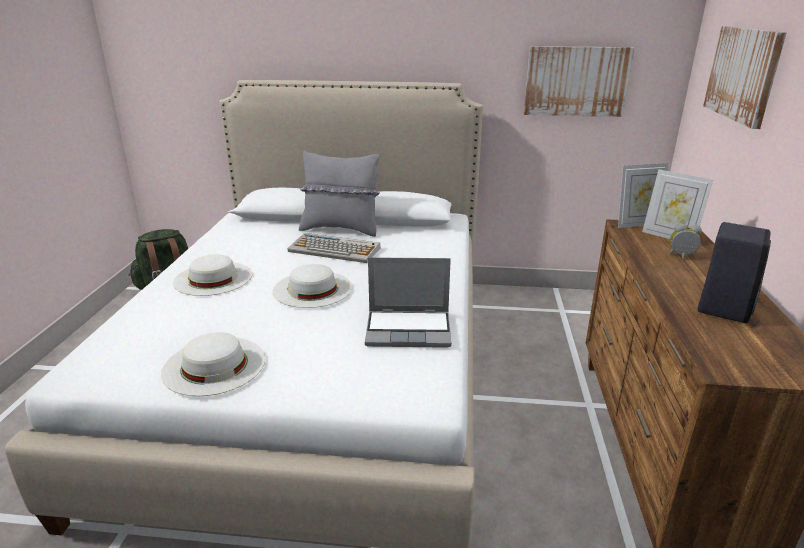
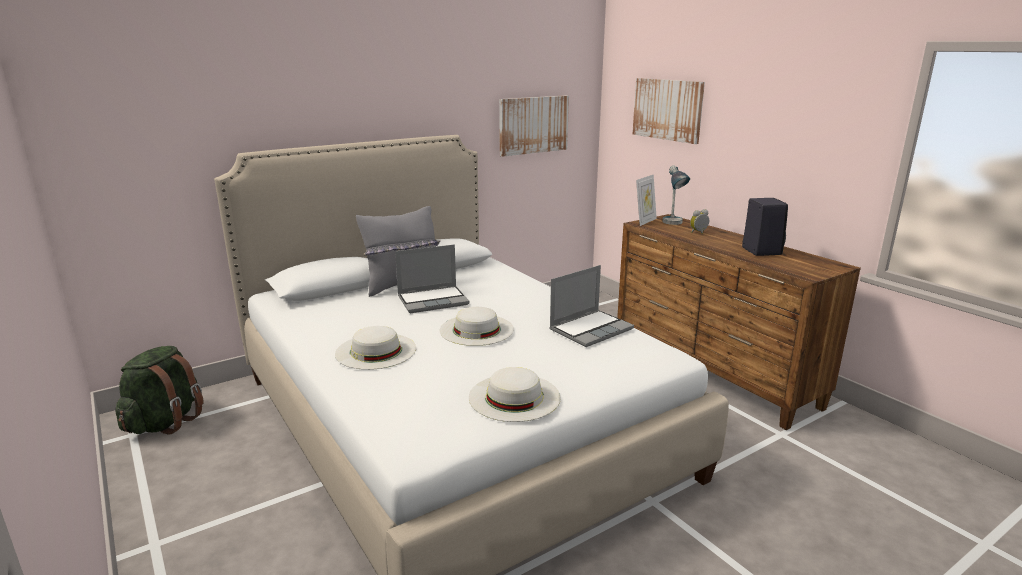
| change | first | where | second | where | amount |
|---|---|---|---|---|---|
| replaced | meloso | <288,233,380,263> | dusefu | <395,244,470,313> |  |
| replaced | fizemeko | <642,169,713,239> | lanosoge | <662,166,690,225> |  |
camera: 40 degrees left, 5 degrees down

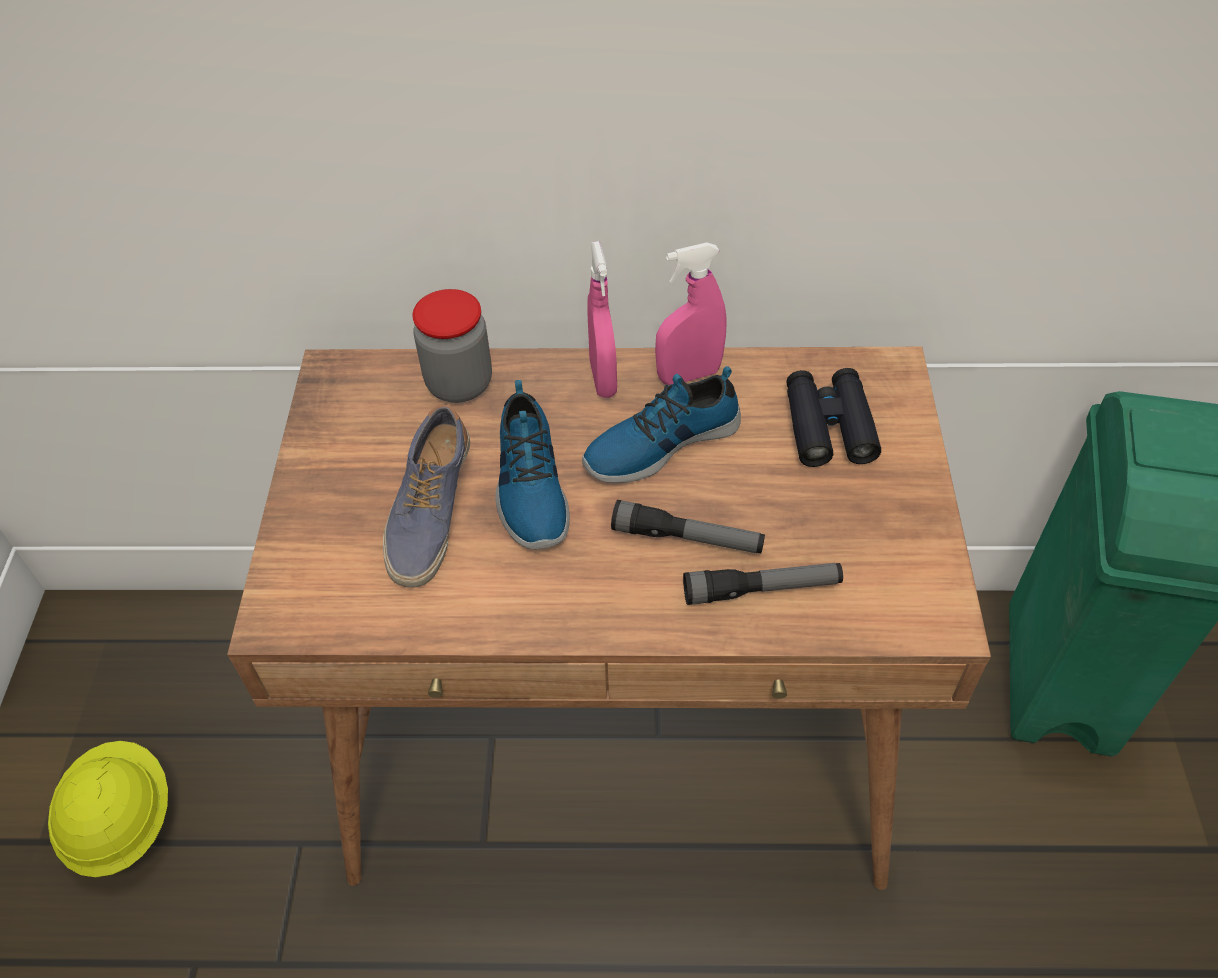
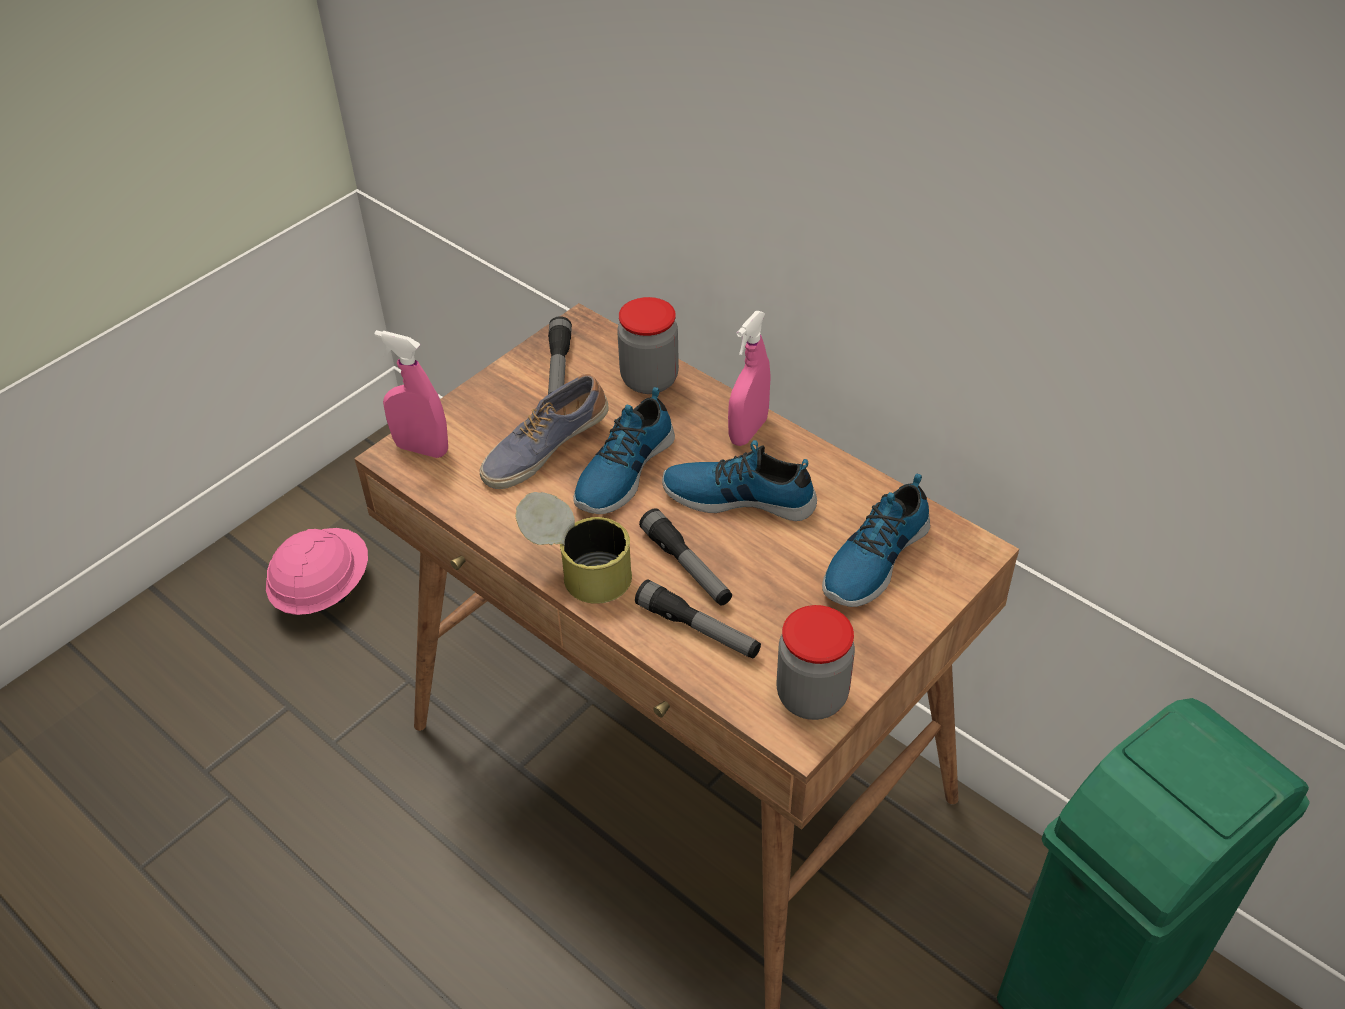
| change | first | where | second | where | amount |
|---|---|---|---|---|---|
| recoloured | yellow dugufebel | <48,741,168,877> | pink dugufebel | <266,528,368,615> |  |
| moved | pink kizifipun | <655,242,727,385> |  | <374,330,448,458> |  |
| added |  |  | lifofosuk | <515,492,632,604> |  |
| added |  |  | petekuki | <548,316,572,395> |  |
| added |  |  | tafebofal | <776,605,855,720> |  |
| replaced | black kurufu | <786,368,881,467> | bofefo | <822,473,930,607> |  |
camera: 40 degrees right, 5 degrees down

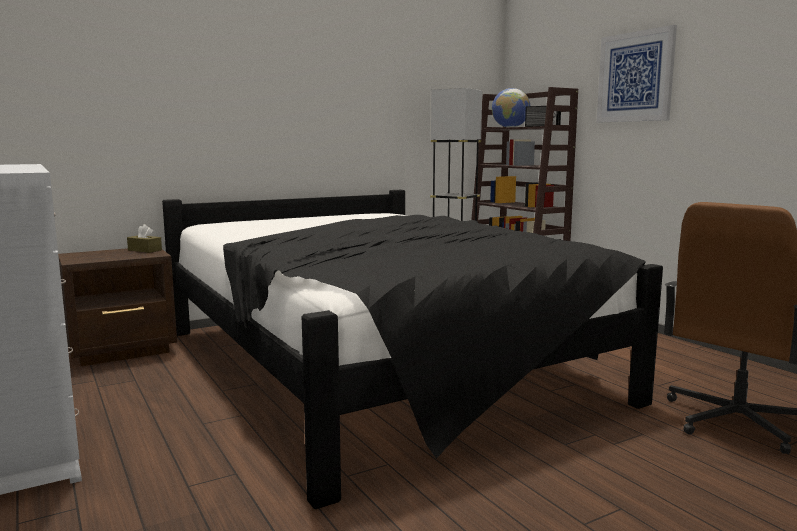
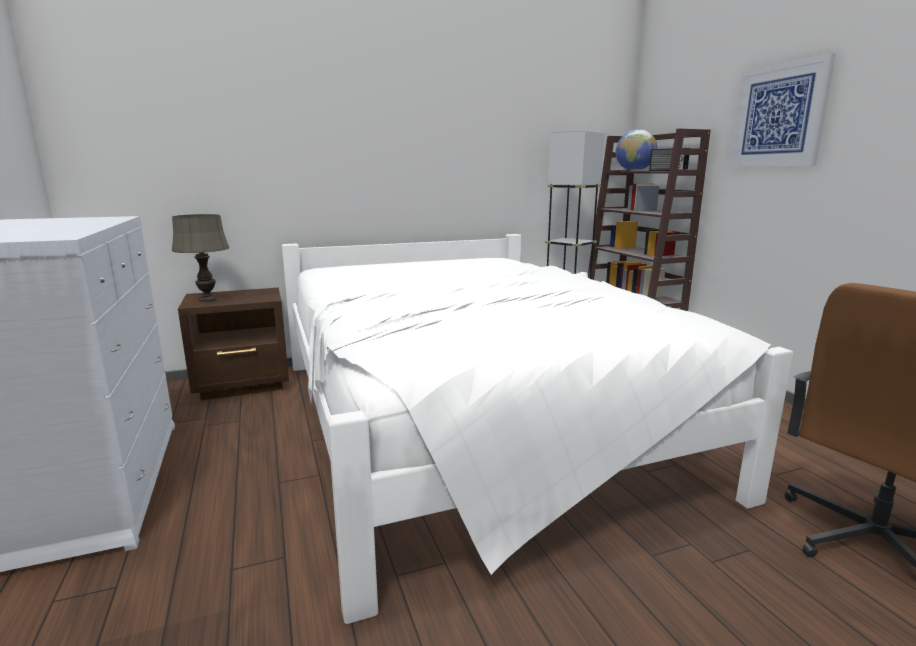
| change | first | where | second | where | amount |
|---|---|---|---|---|---|
| added |  |  | grey lanosoge | <172,214,229,302> |  |
| recoloured | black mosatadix | <162,190,663,509> | white mosatadix | <282,234,793,624> |  |
| removed | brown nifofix | <127,224,162,253> |  |  |  |
camera: 10 degrees right, 5 degrees up

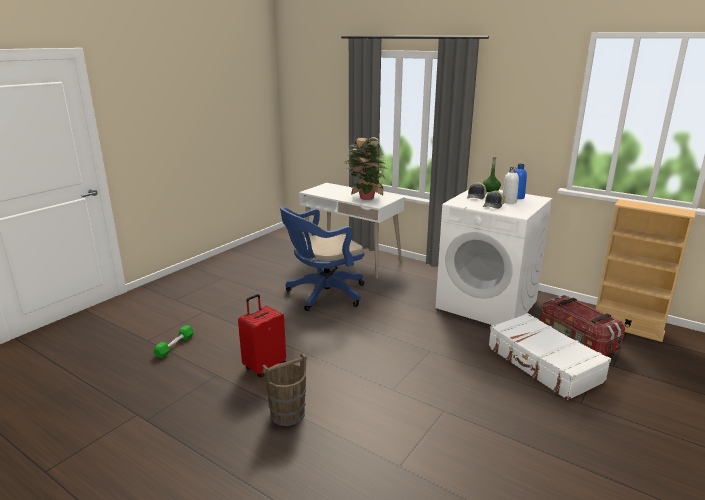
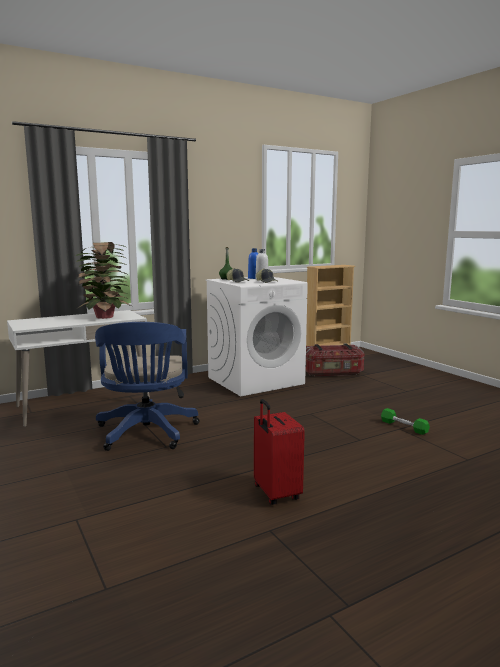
| change | first | where | second | where | amount |
|---|---|---|---|---|---|
| moved | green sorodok | <154,325,194,358> |  | <381,408,430,435> |  |
| removed | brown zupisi | <263,352,307,426> |  |  |  |
| removed | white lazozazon | <488,313,611,400> |  |  |  |
camera: 65 degrees left, 10 degrees down

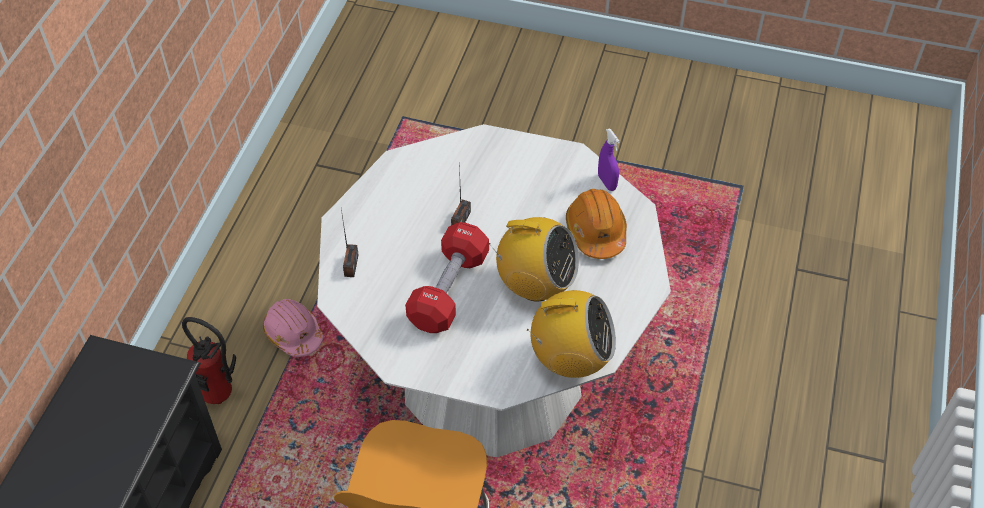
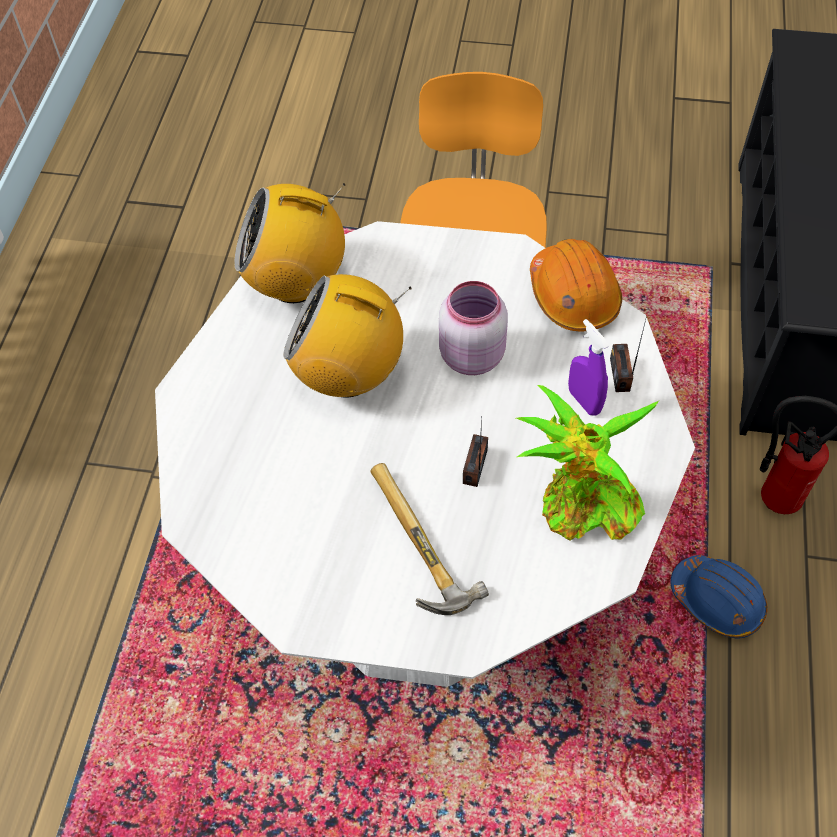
| change | first | where | second | where | amount |
|---|---|---|---|---|---|
| added |  |  | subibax | <370,463,489,615> |  |
| replaced | red sorodok | <405,222,489,333> | pink tafebofal | <439,281,508,375> |  |
| added |  |  | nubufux | <516,385,659,541> |  |
| moved | orange dugufebel | <566,189,627,259> |  | <530,239,622,331> |  |
| moved | purple kizifipun | <598,129,620,191> |  | <568,319,609,416> |  |
| recoloured | pink dugufebel | <263,299,323,357> | blue dugufebel | <671,555,768,639> |  |
camera: 175 degrees right, 5 degrees up

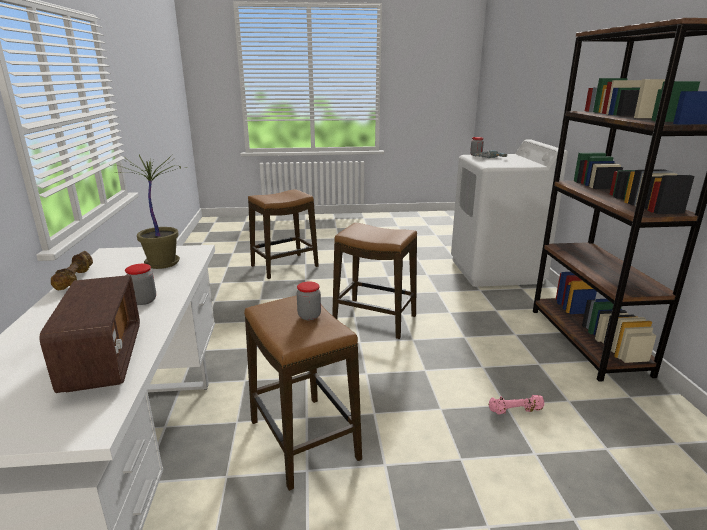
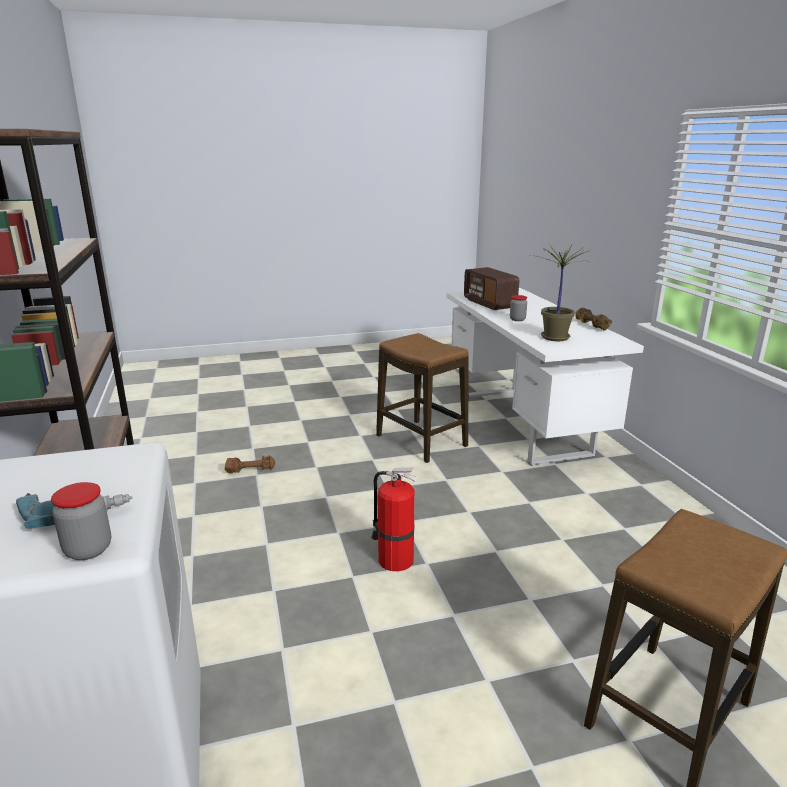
| change | first | where | second | where | amount |
|---|---|---|---|---|---|
| recoloured | pink sorodok | <489,395,545,414> | brown sorodok | <225,455,275,474> |  |
| replaced | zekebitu | <332,223,417,339> | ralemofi | <371,467,418,571> |  |
| removed | tafebofal | <297,281,321,320> |  |  |  |
camera: 170 degrees right, 0 degrees up

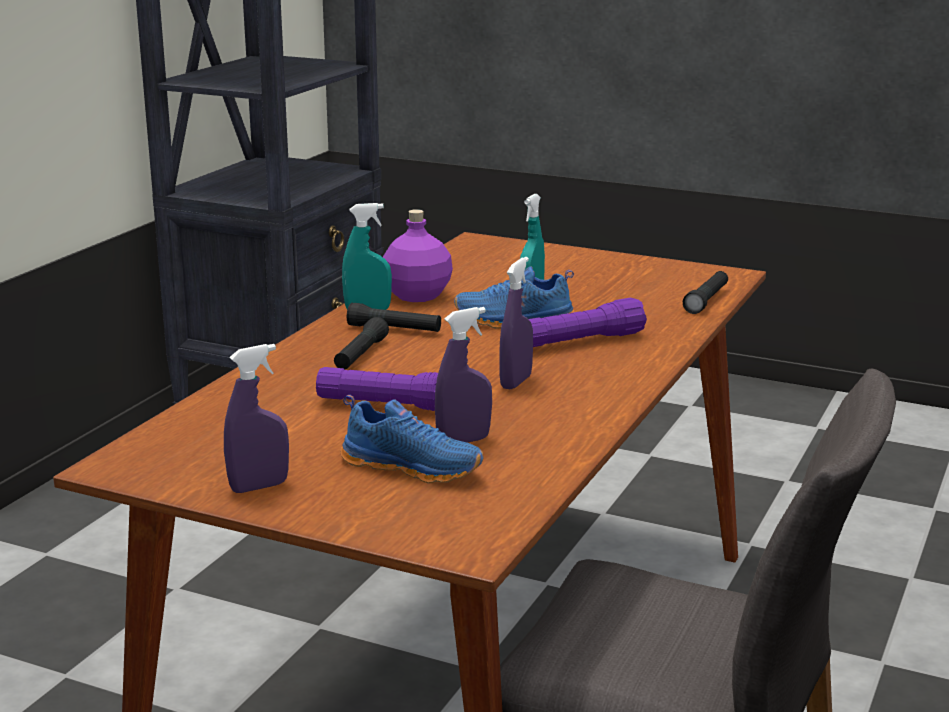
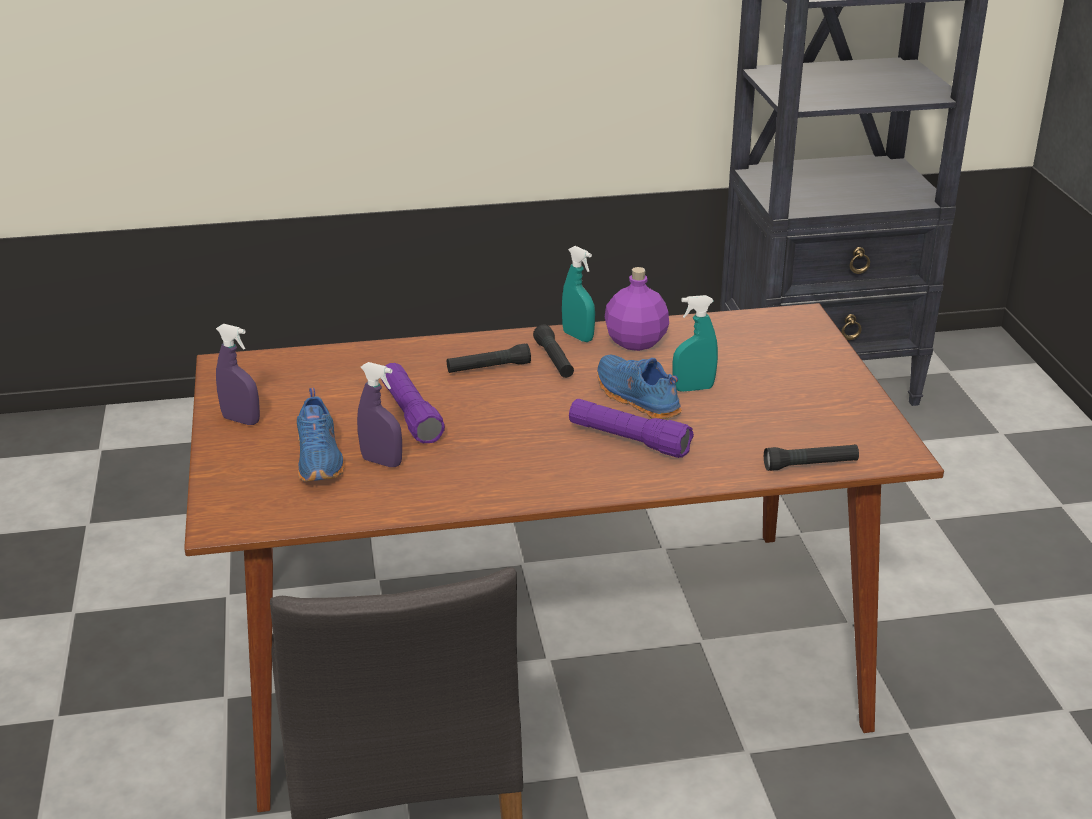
| change | first | where | second | where | amount |
|---|---|---|---|---|---|
| removed | purple kizifipun | <500,257,533,389> |  |  |  |
camera: 55 degrees right, 10 degrees up

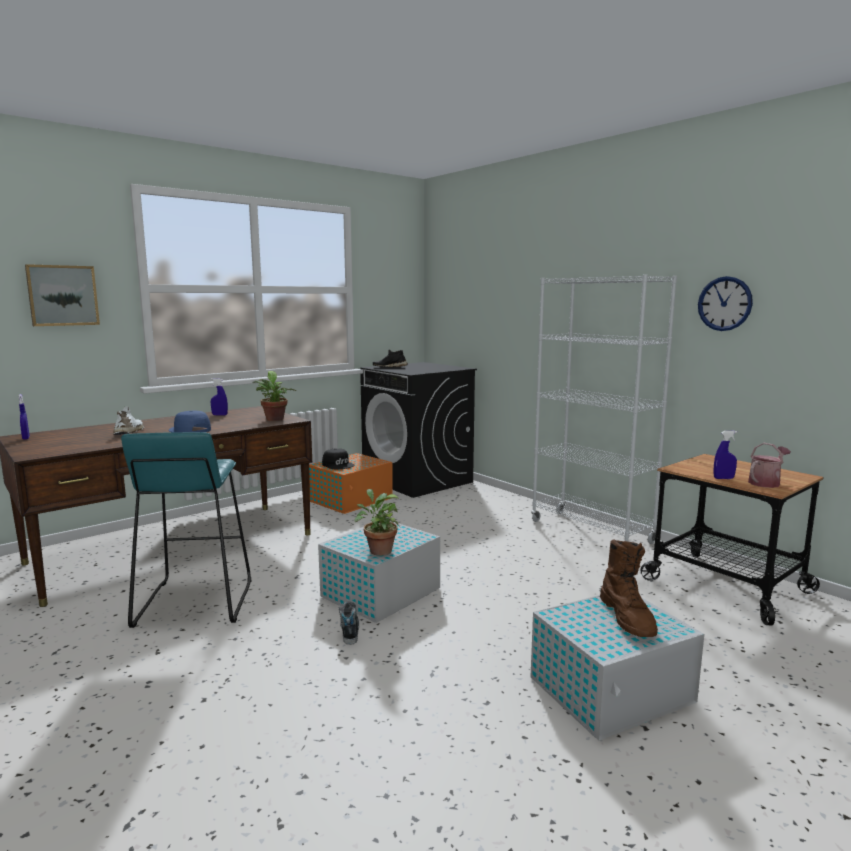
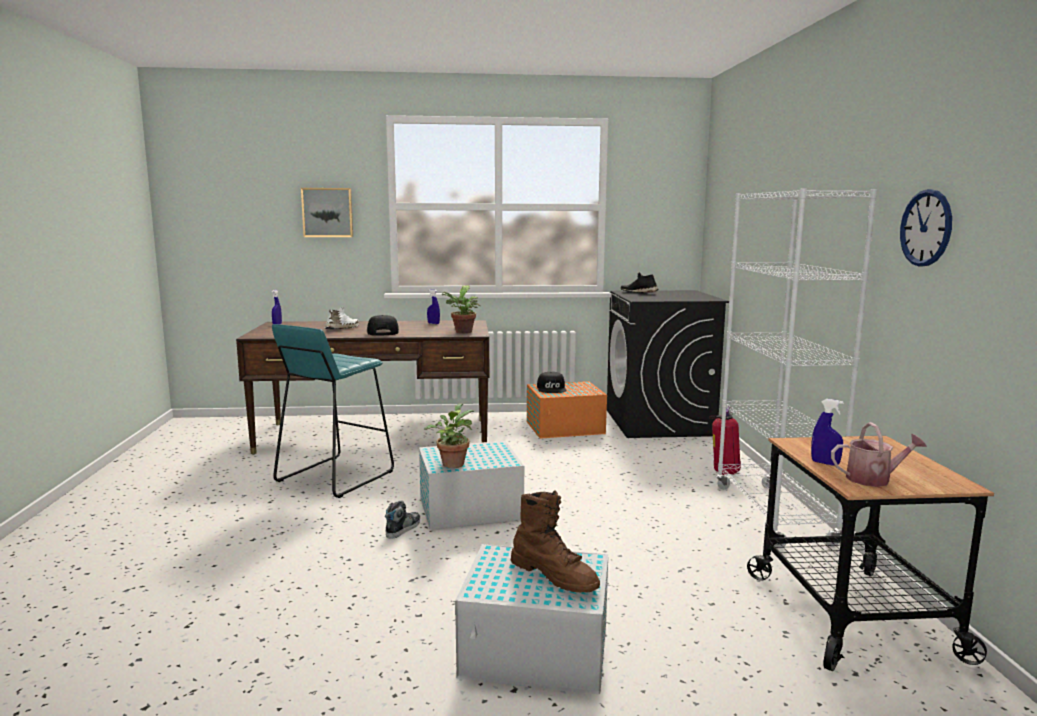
| change | first | where | second | where | amount |
|---|---|---|---|---|---|
| recoloured | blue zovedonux | <169,411,211,432> | black zovedonux | <367,315,399,336> |  |
| turned | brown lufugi | <600,539,658,637> |  | <511,491,600,592> | 75 degrees counterclockwise |
| added |  |  | ralemofi | <709,406,741,475> |  |
camera: 35 degrees right, 0 degrees up

